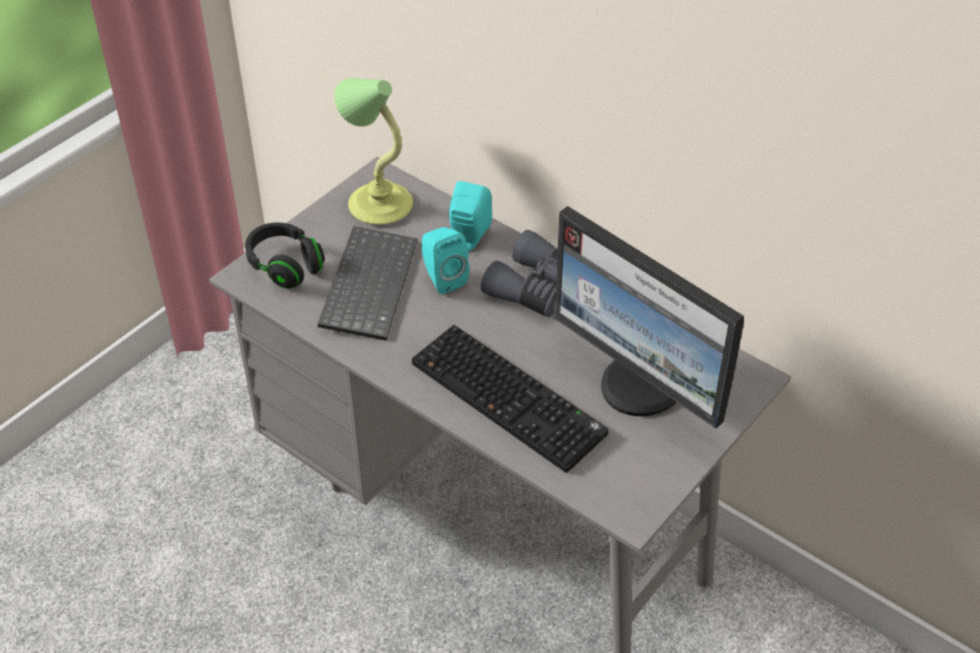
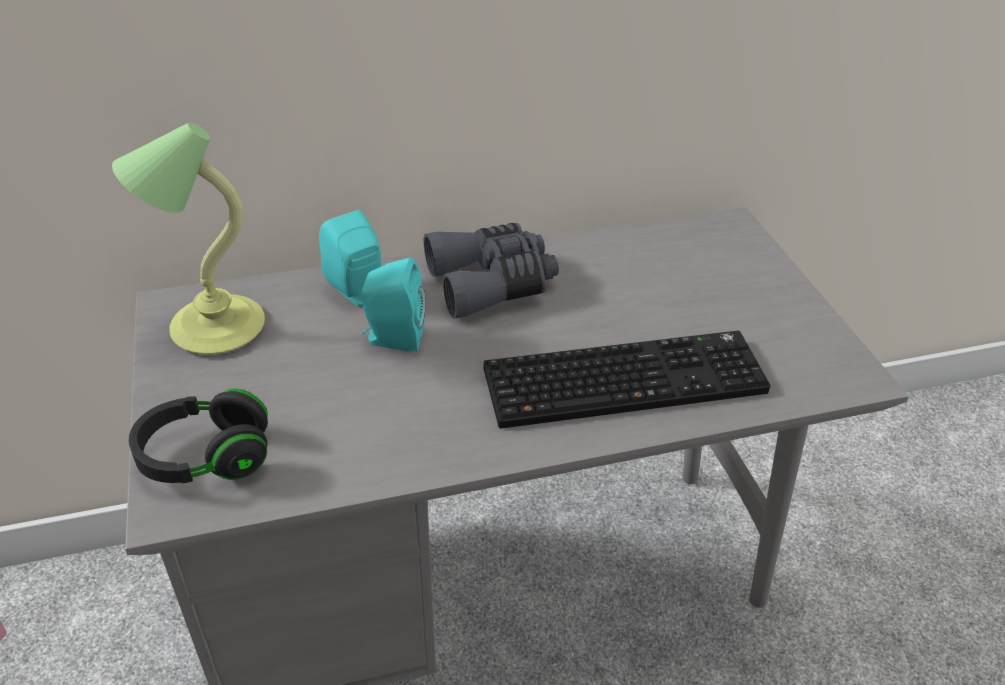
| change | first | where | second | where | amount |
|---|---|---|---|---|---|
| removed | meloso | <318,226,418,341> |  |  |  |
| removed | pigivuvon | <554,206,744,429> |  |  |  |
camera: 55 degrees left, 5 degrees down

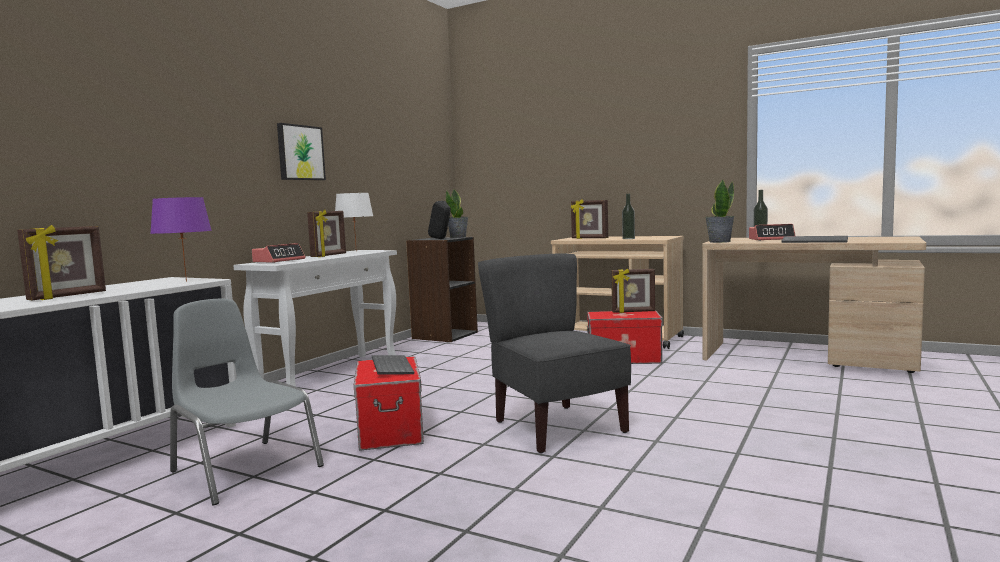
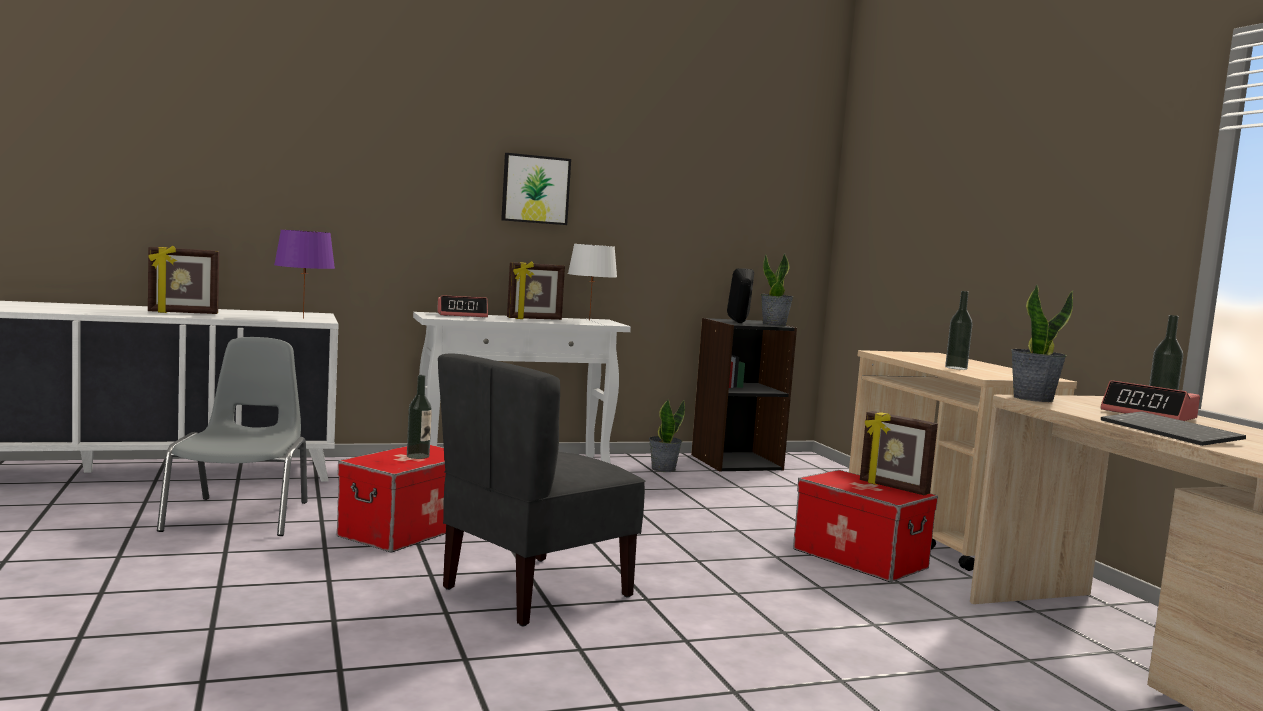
| change | first | where | second | where | amount |
|---|---|---|---|---|---|
| replaced | meloso | <372,355,414,374> | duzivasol | <407,375,432,459> |  |
| turned | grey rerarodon | <478,254,631,454> |  | <438,354,645,626> | 150 degrees counterclockwise |
| added |  |  | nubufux | <649,399,685,472> |  |
| removed | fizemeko | <571,199,608,239> |  |  |  |
camera: 40 degrees right, 0 degrees up

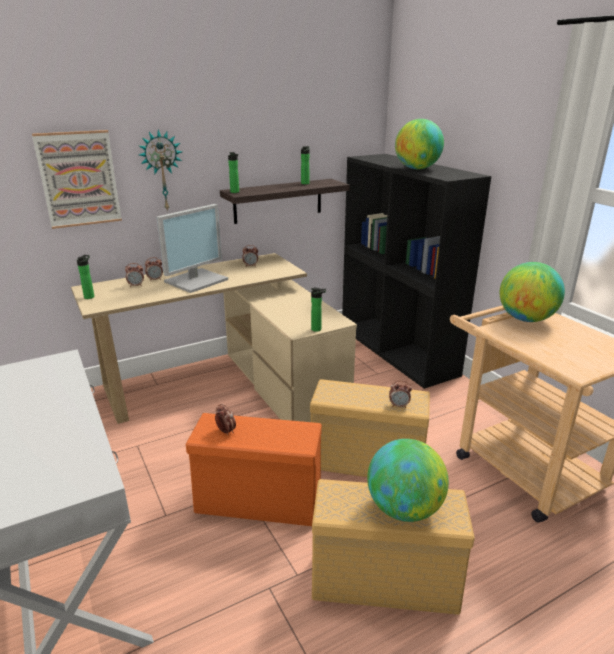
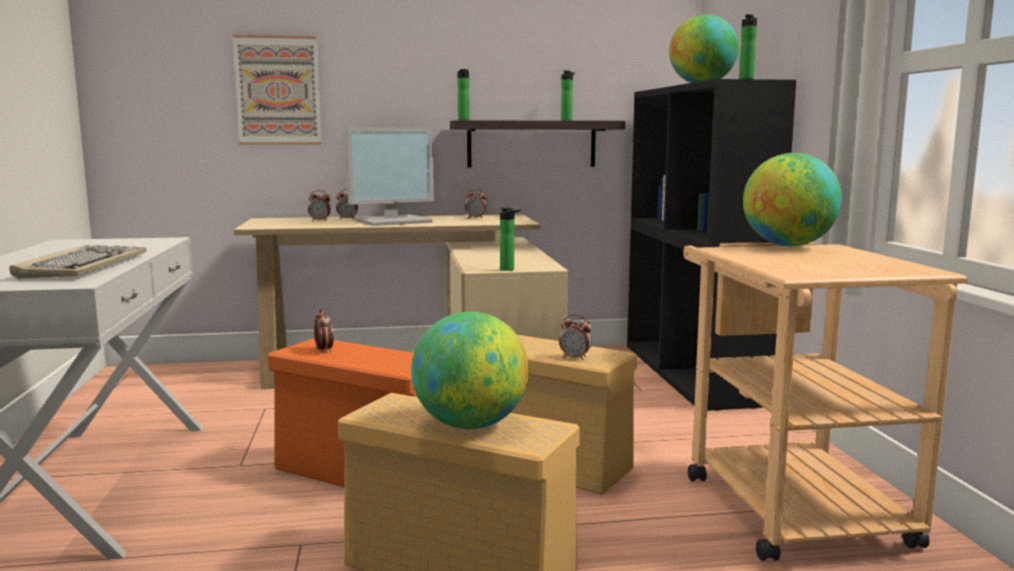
| change | first | where | second | where | amount |
|---|---|---|---|---|---|
| added |  |  | meloso | <9,245,147,279> |  |
| moved | duzivasol | <77,255,95,299> |  | <739,14,757,79> |  |
| removed | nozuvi | <139,129,182,212> |  |  |  |
camera: 20 degrees right, 15 degrees down

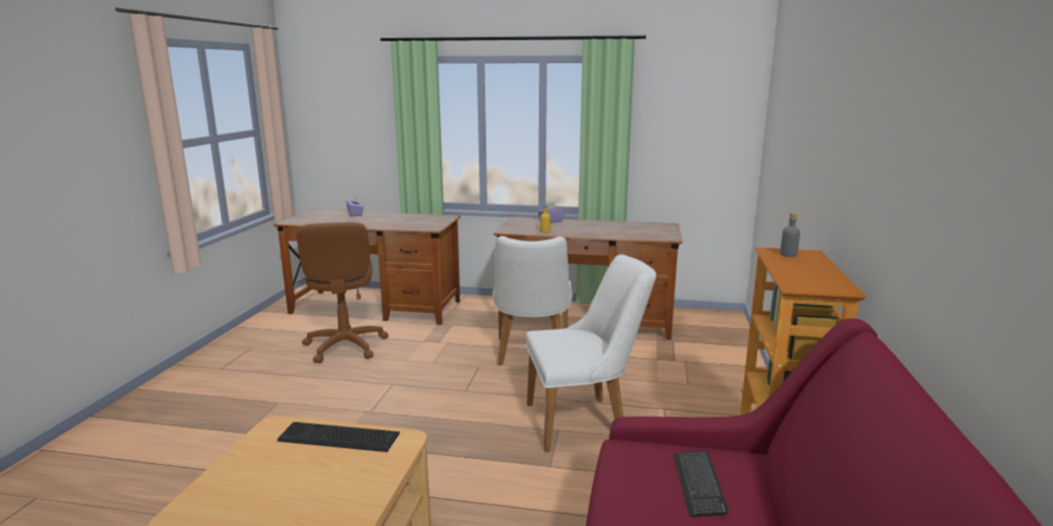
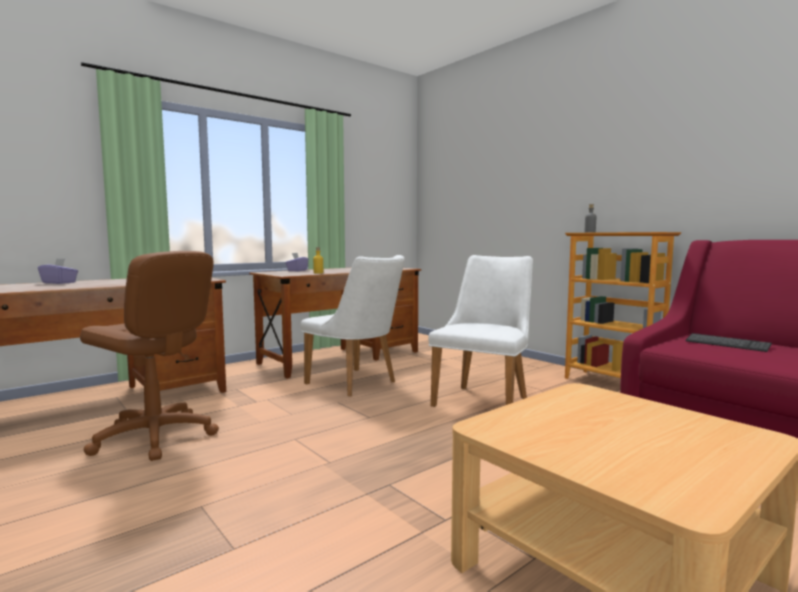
| change | first | where | second | where | amount |
|---|---|---|---|---|---|
| removed | meloso | <277,422,400,452> |  |  |  |
camera: 50 degrees left, 10 degrees down

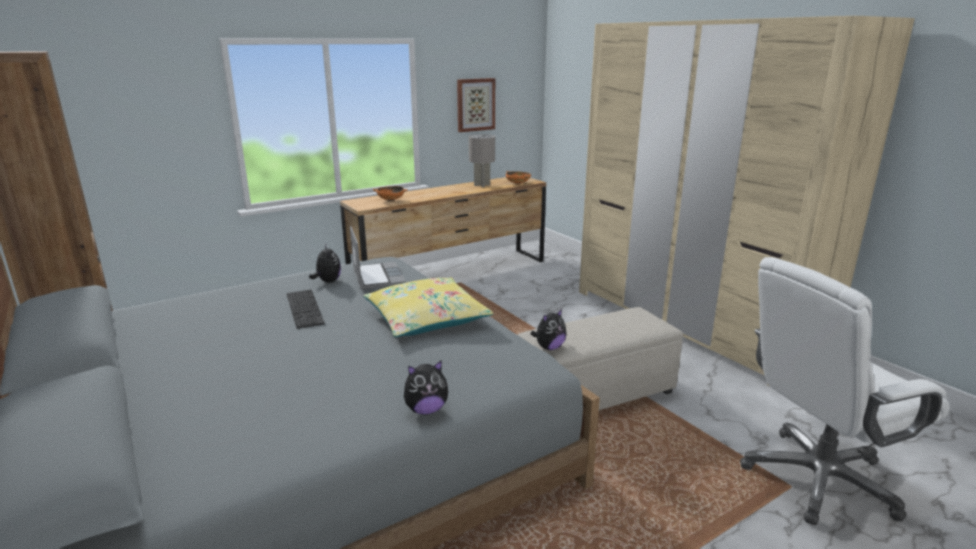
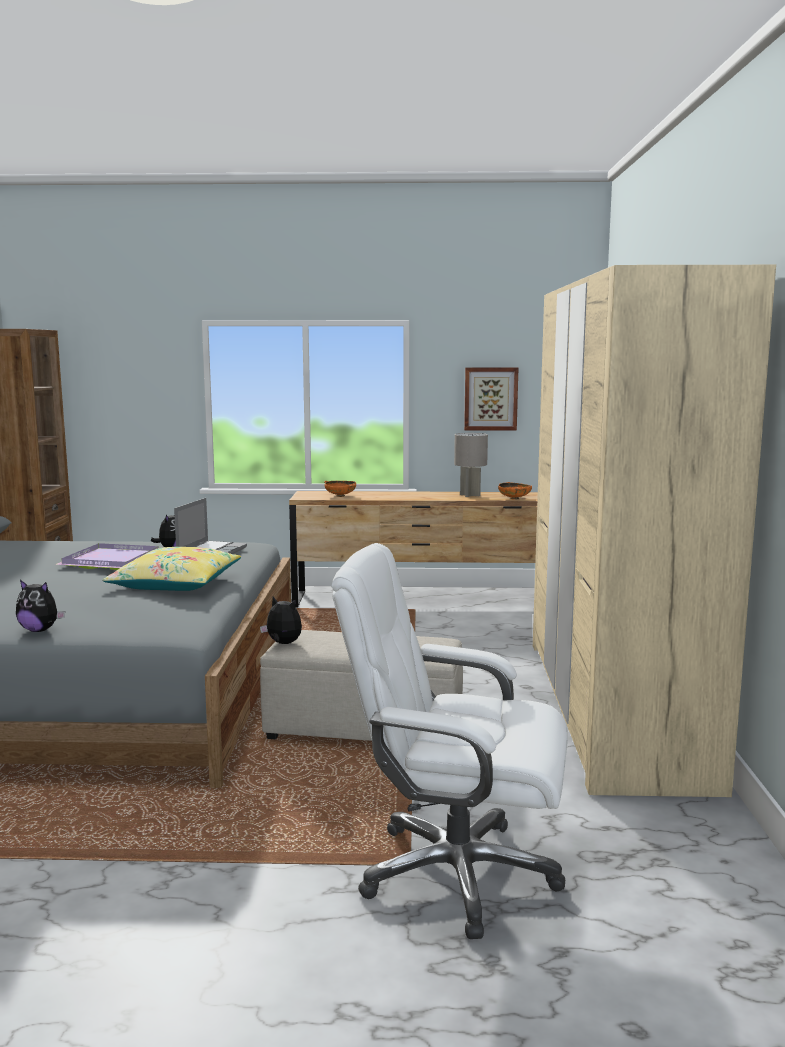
| change | first | where | second | where | amount |
|---|---|---|---|---|---|
| replaced | meloso | <287,289,325,329> | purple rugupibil | <55,543,159,570> |  |
| turned | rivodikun | <531,309,567,350> |  | <260,597,302,644> | 150 degrees counterclockwise |
camera: 35 degrees right, 10 degrees down

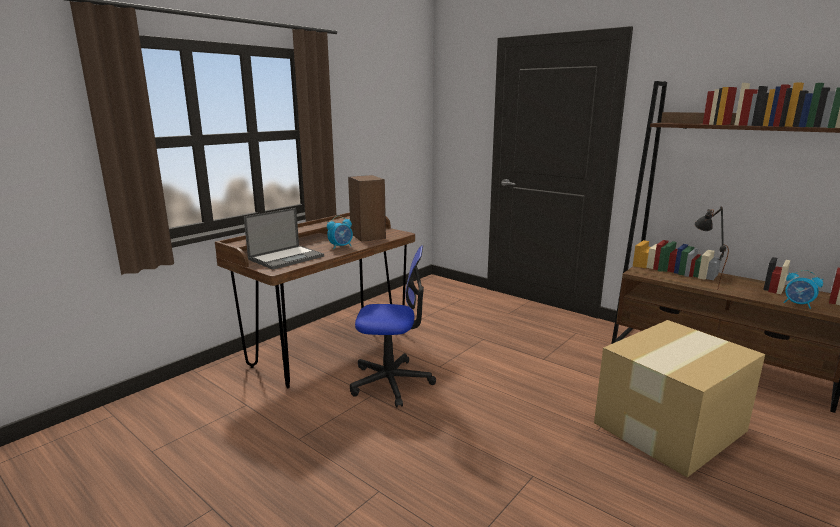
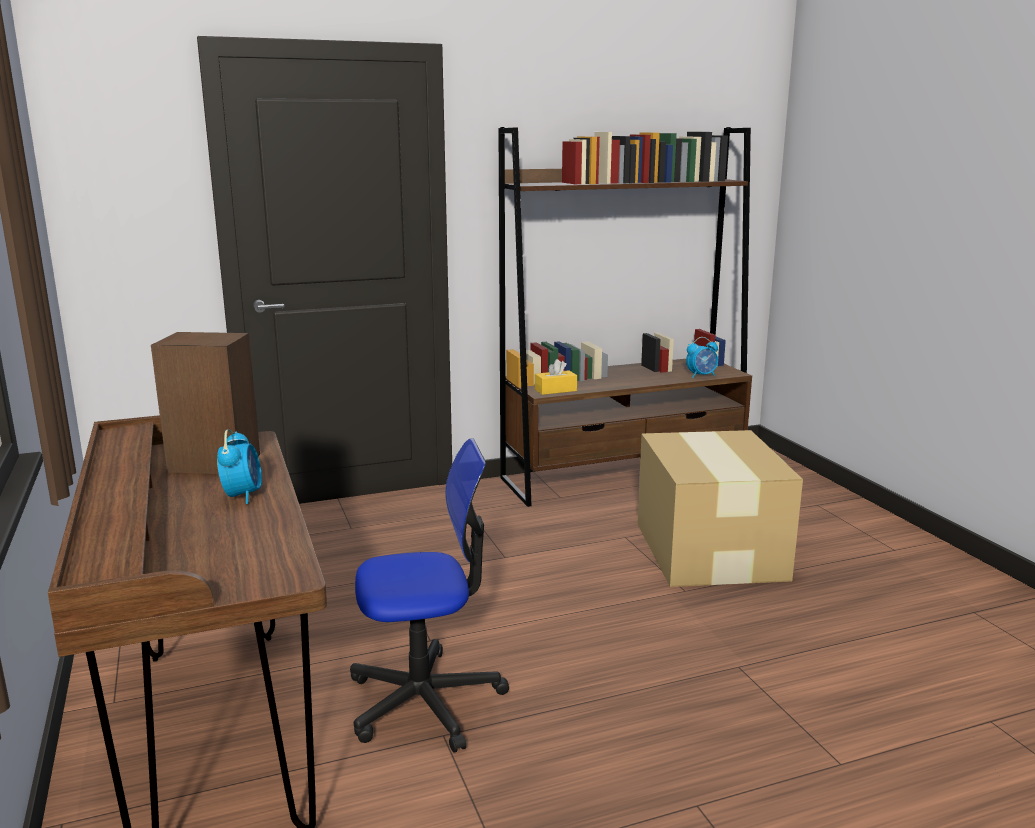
| change | first | where | second | where | amount |
|---|---|---|---|---|---|
| turned | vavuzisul | <350,245,436,407> |  | <350,438,509,753> | 45 degrees clockwise |
| added |  |  | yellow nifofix | <535,359,577,395> |  |
| removed | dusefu | <244,208,324,270> |  |  |  |
| removed | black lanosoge | <695,207,729,288> |  |  |  |
camera: 60 degrees left, 0 degrees up

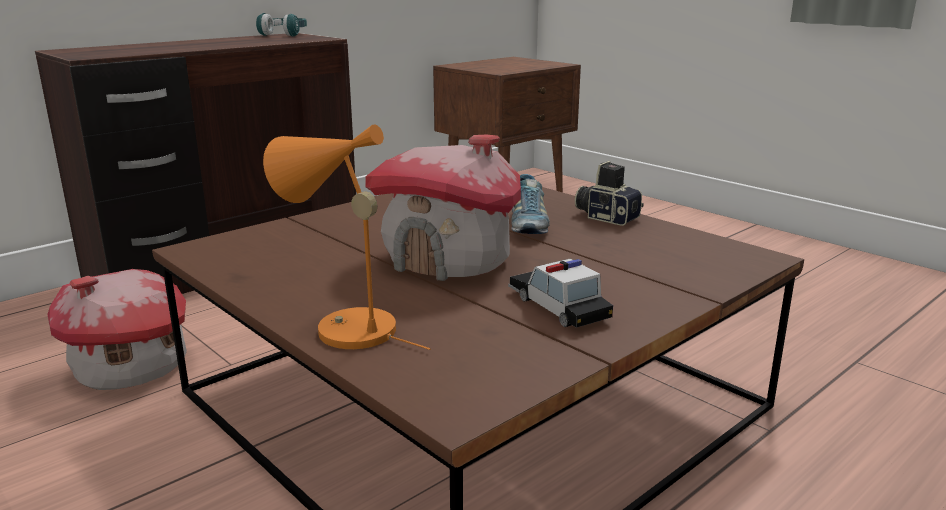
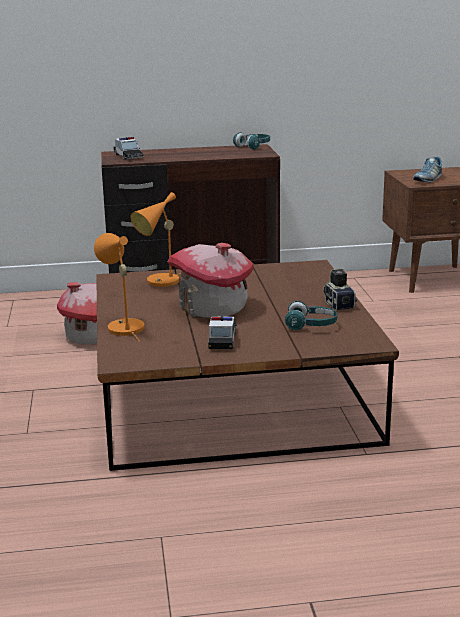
| change | first | where | second | where | amount |
|---|---|---|---|---|---|
| added |  |  | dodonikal | <113,137,144,159> |  |
| added |  |  | orange lanosoge | <130,192,181,287> |  |
| added |  |  | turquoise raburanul | <285,301,337,330> |  |
| moved | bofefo | <511,174,550,234> |  | <413,157,442,182> |  |
camera: 35 degrees right, 0 degrees up

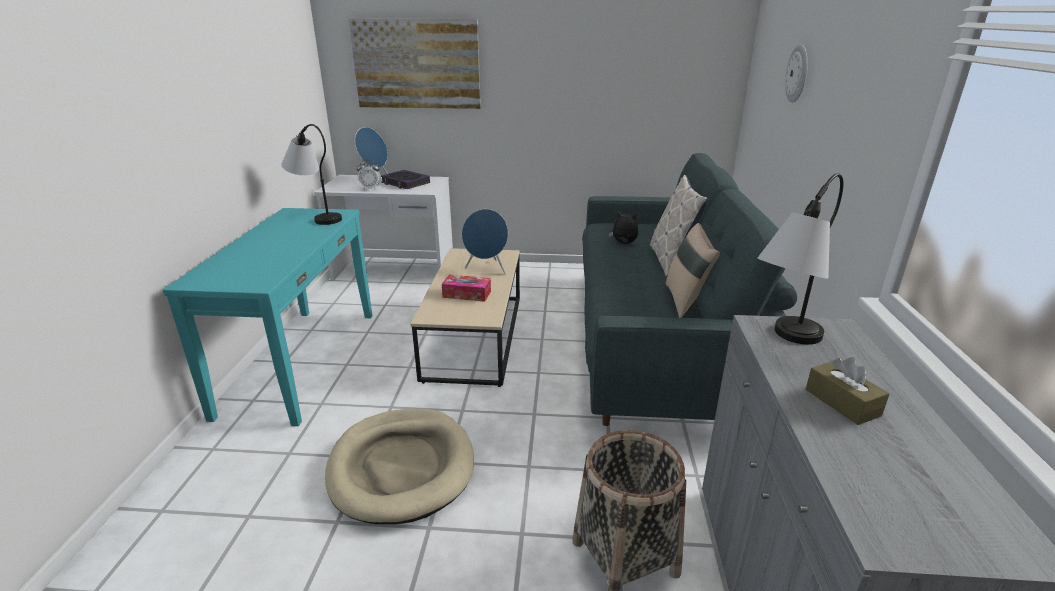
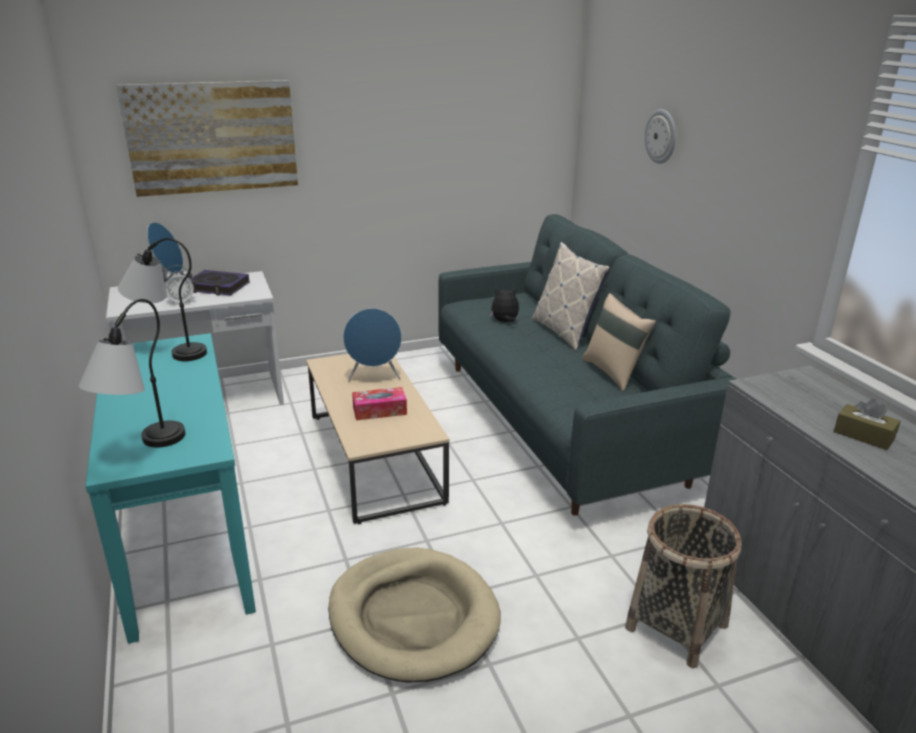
| change | first | where | second | where | amount |
|---|---|---|---|---|---|
| moved | lanosoge | <758,173,844,344> |  | <78,299,185,448> |  |
camera: 25 degrees left, 0 degrees up

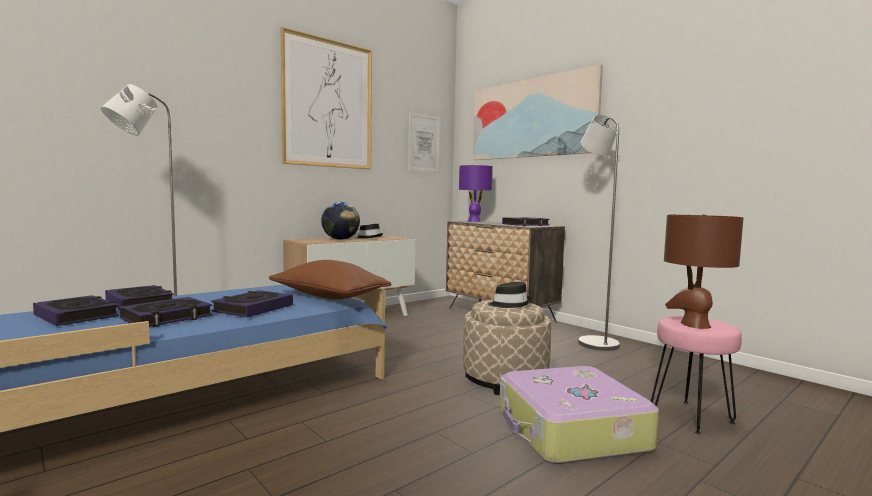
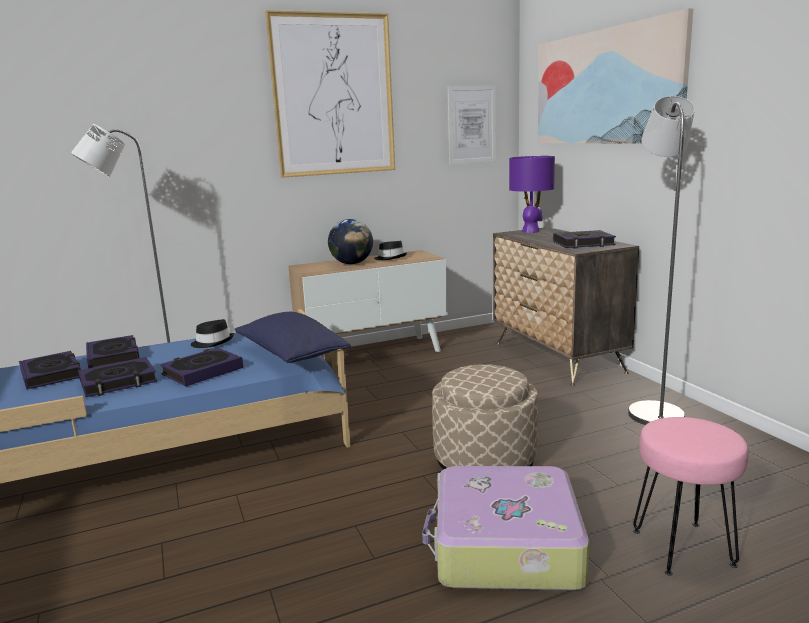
| change | first | where | second | where | amount |
|---|---|---|---|---|---|
| moved | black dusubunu | <488,282,532,308> |  | <191,319,234,348> |  |
| recoloured | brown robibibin | <269,260,392,300> | blue robibibin | <235,312,351,363> |  |
| removed | brown lanosoge | <664,215,744,329> |  |  |  |
camera: 20 degrees right, 10 degrees up

